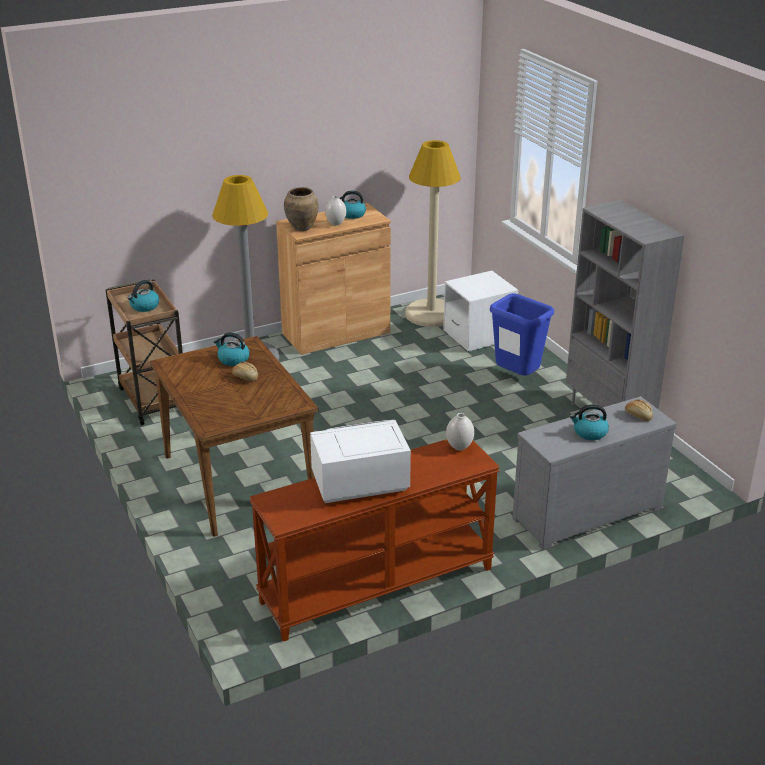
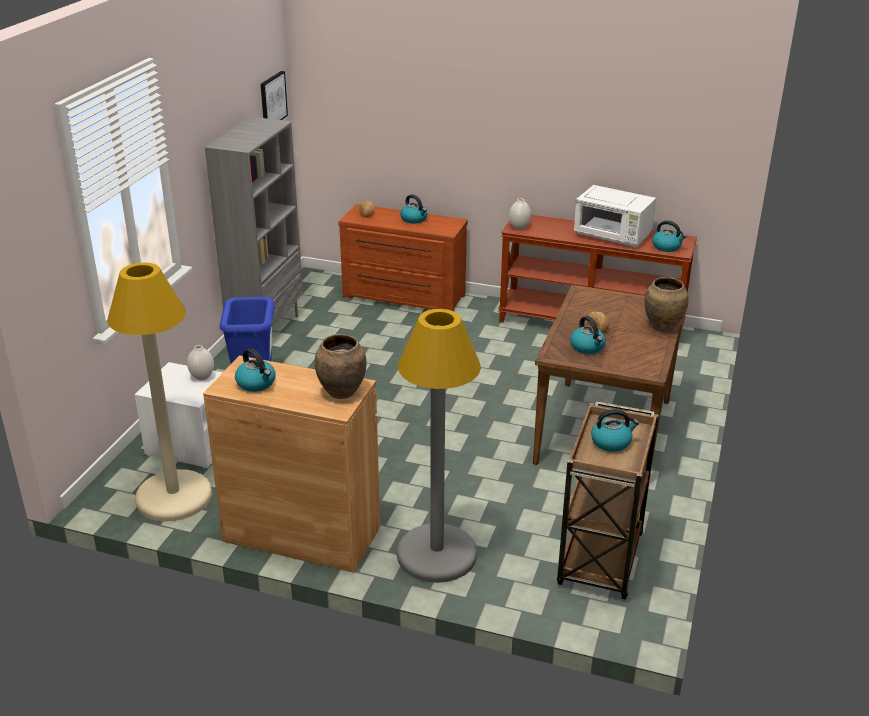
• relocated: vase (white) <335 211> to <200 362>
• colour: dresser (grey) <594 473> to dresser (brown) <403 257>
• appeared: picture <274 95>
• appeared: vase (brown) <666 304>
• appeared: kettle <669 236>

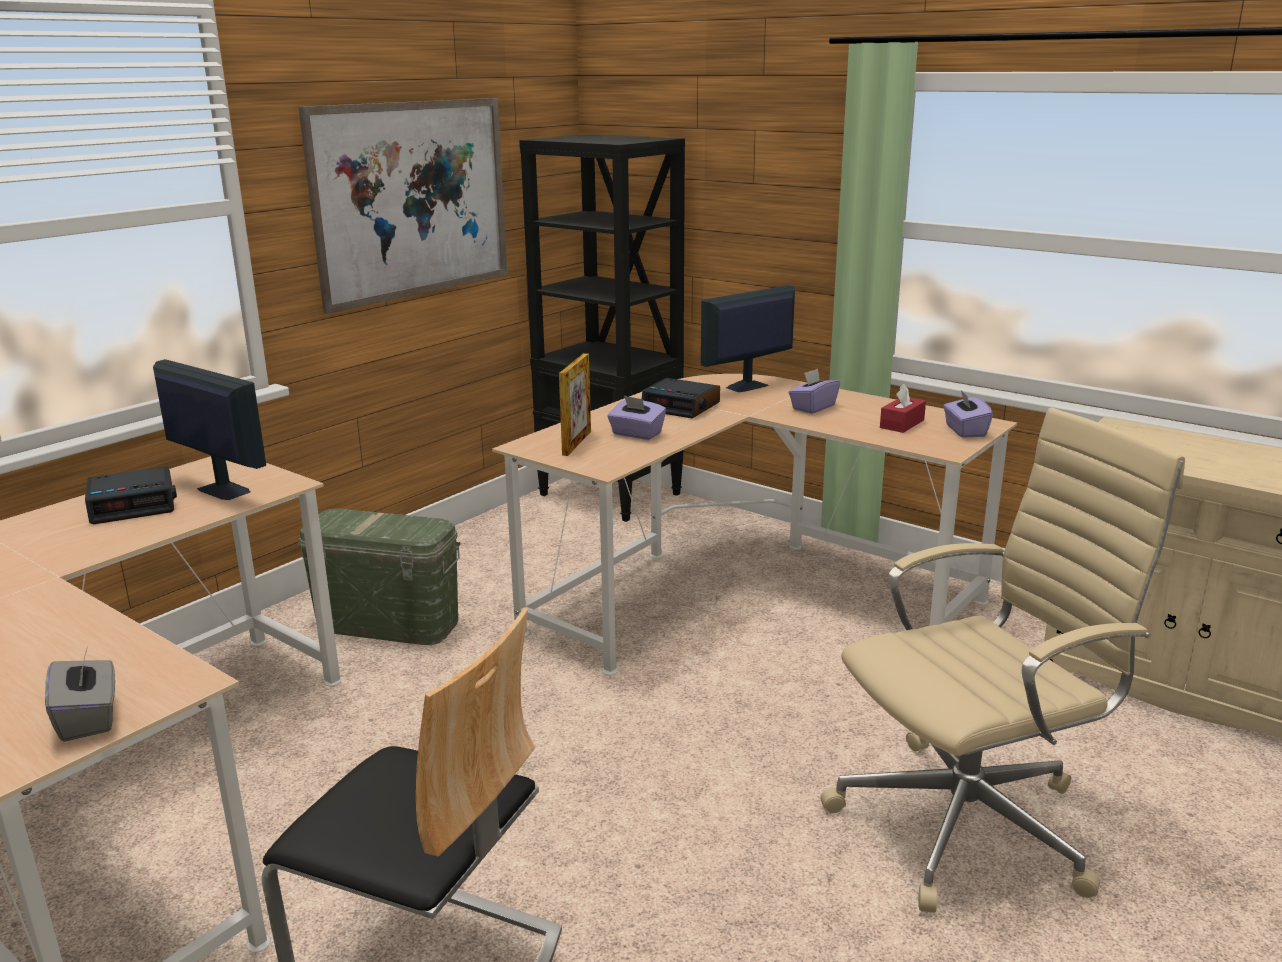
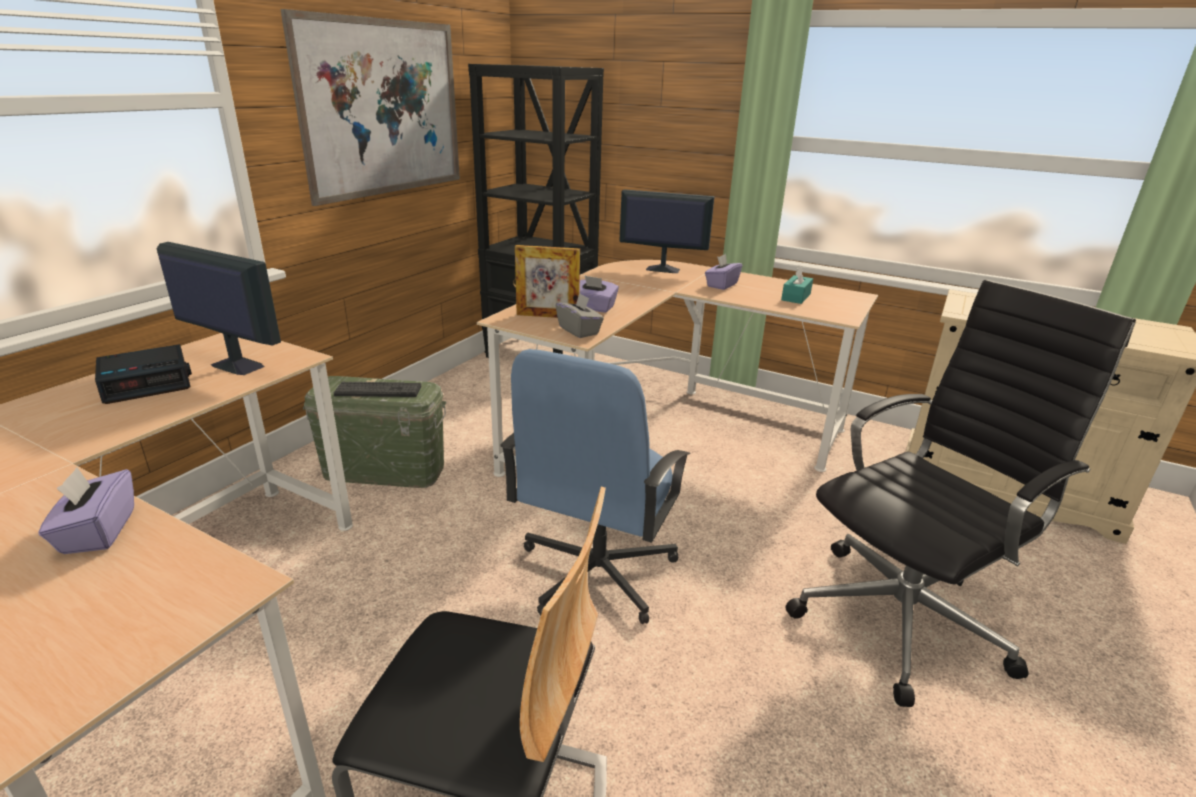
• relocated: tissue box (grey) <80 695> to <579 315>
• spun: picture frame <575 404> = <547 281> 90 degrees clockwise
• missing: alarm clock <681 398>
• spun: monitor <748 338> = <666 231> 60 degrees clockwise
• colour: office chair (beige) <1002 660> to office chair (black) <960 493>
• colour: tissue box (red) <903 408> to tissue box (turquoise) <797 284>
• relocated: tissue box (purple) <968 414> to <86 510>
• appeared: keyboard <377 389>
• appeared: office chair (blue) <595 486>

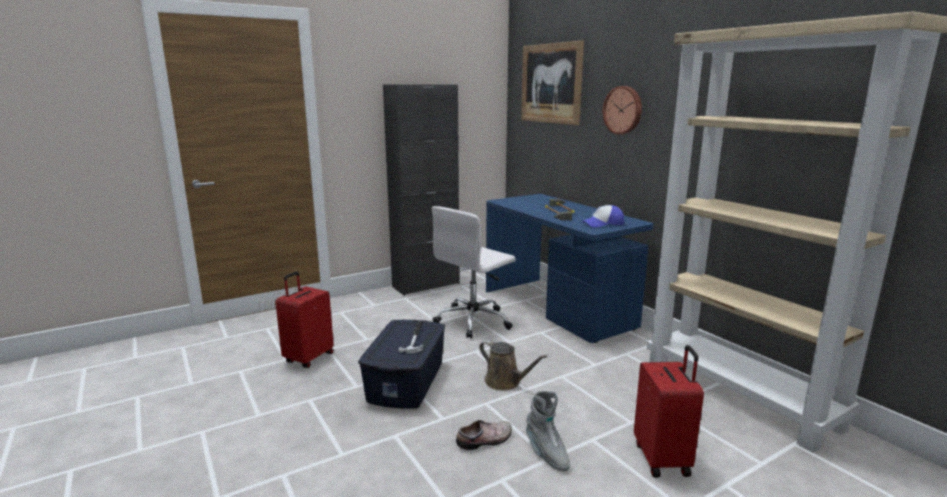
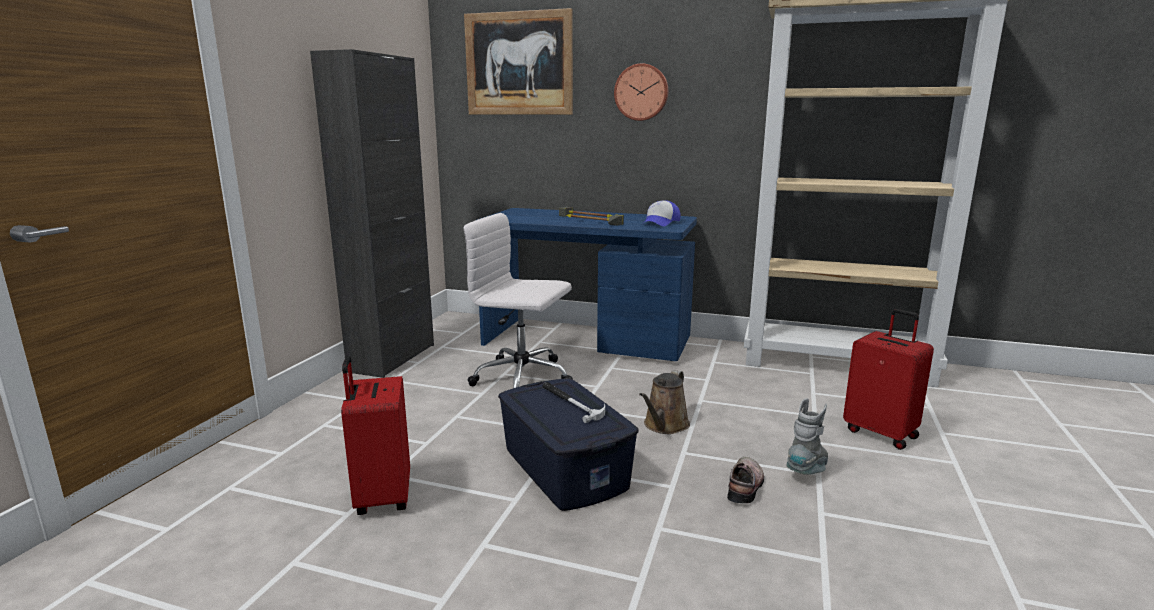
• spun: office chair (white) <474 272> = <518 300> 105 degrees clockwise
• spun: watering can (brown) <513 365> = <664 402> 120 degrees clockwise
• spun: boot (grey) <548 431> = <807 436> 75 degrees counterclockwise

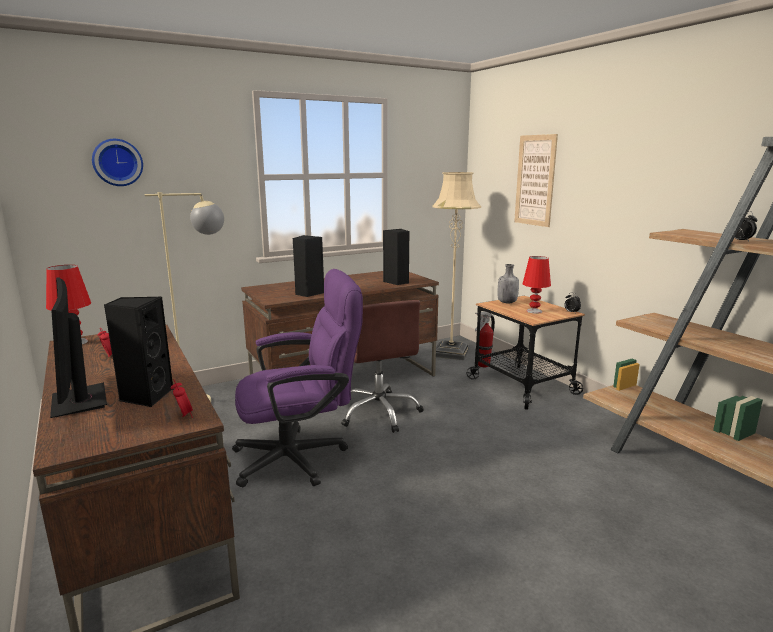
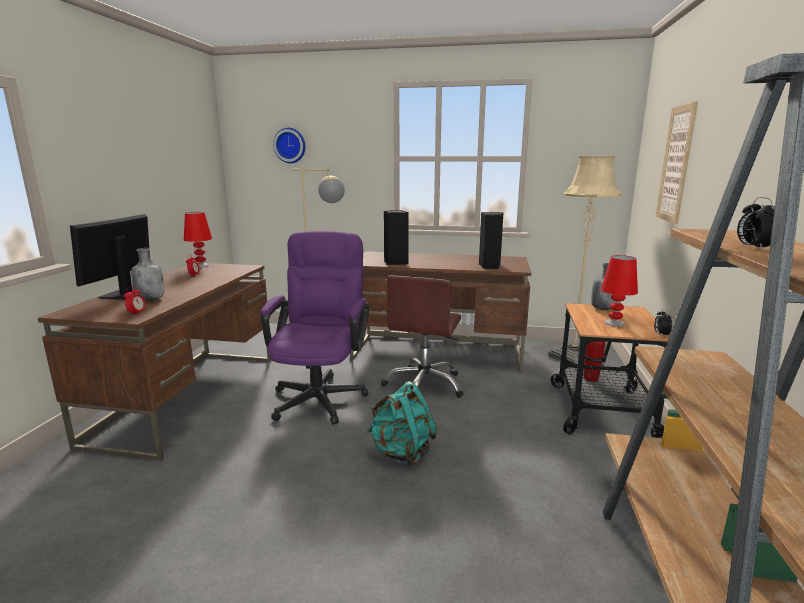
• exchanged: speaker (black) <138 351> to bottle (grey) <148 274>
• spun: office chair (purple) <297 378> = <315 328> 105 degrees counterclockwise
• appeared: backpack (turquoise) <402 423>

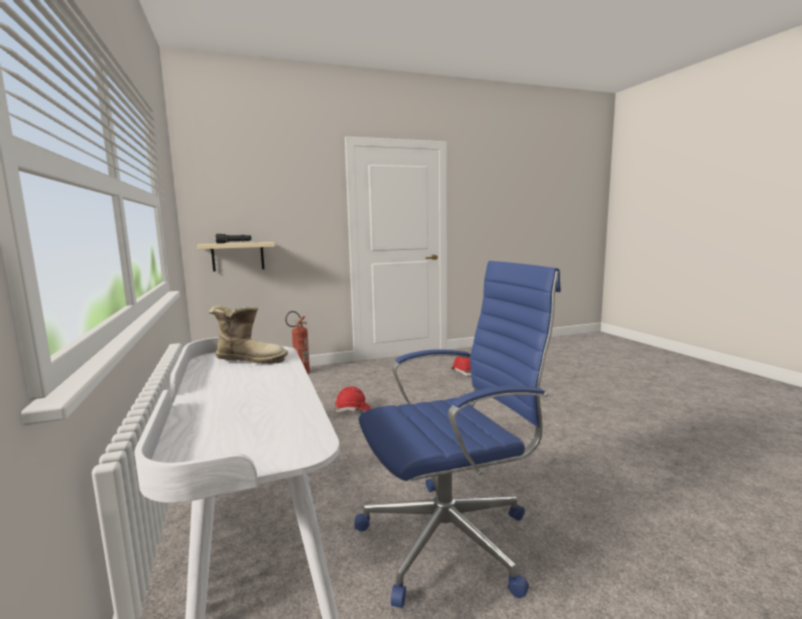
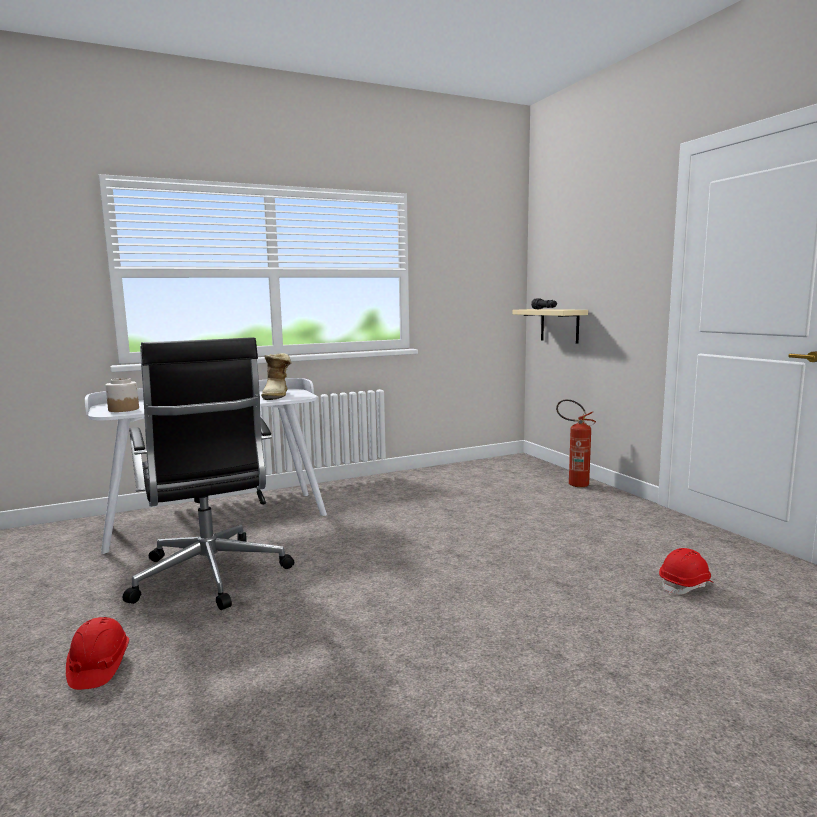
• relocated: hard hat (red) <353 399> to <97 653>
• colour: office chair (blue) <457 434> to office chair (black) <208 473>
• appeared: jar <122 395>

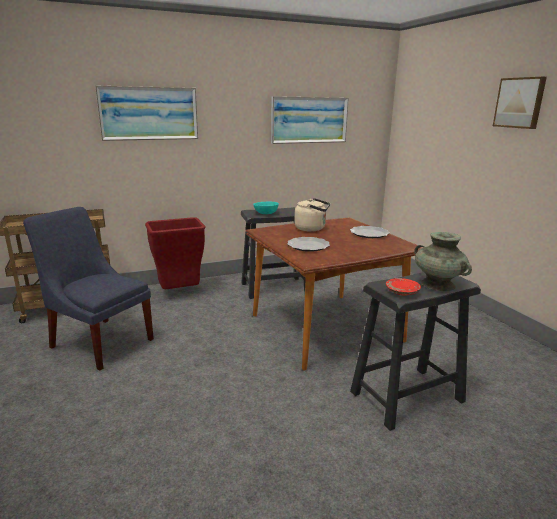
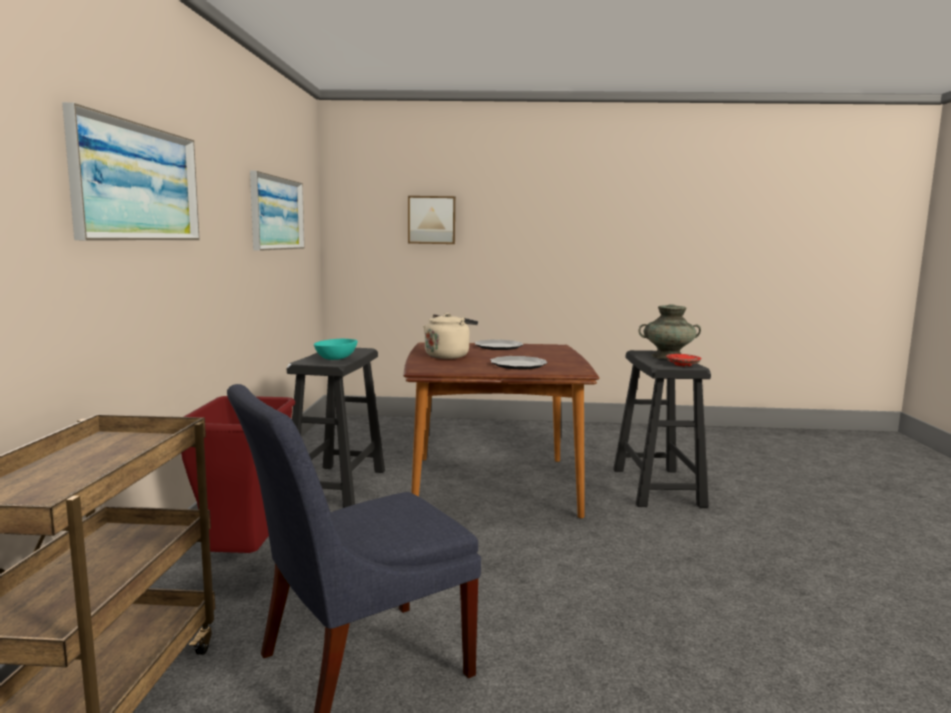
• relocated: picture <520 103> to <432 220>

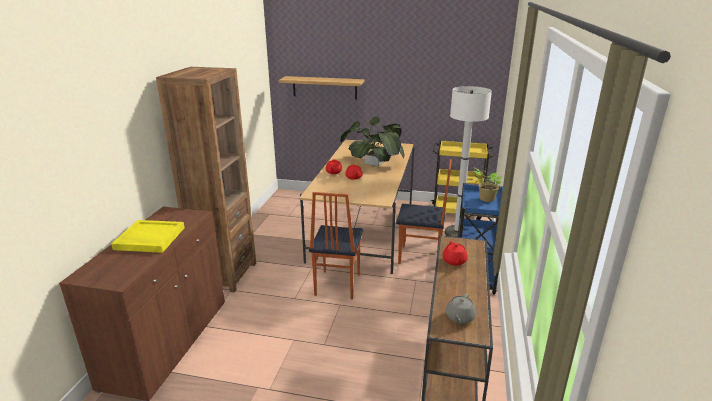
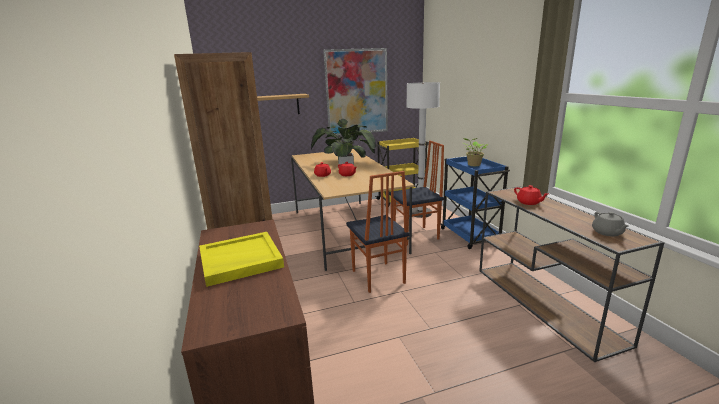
• appeared: picture <355 92>

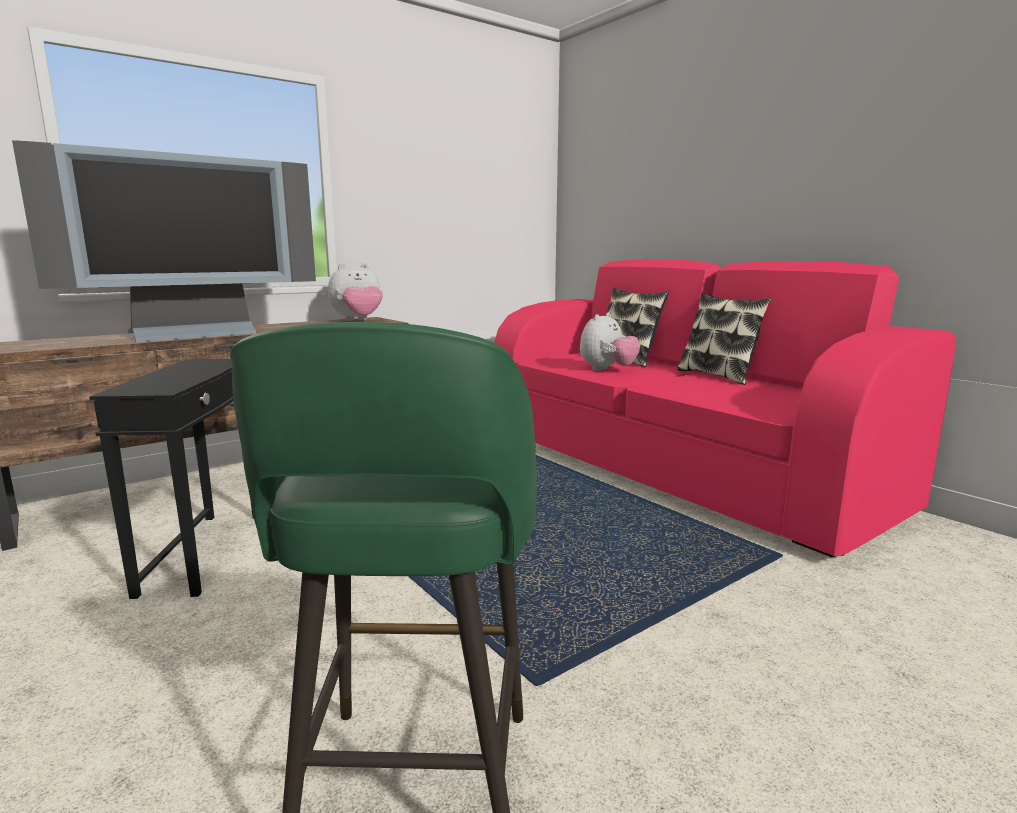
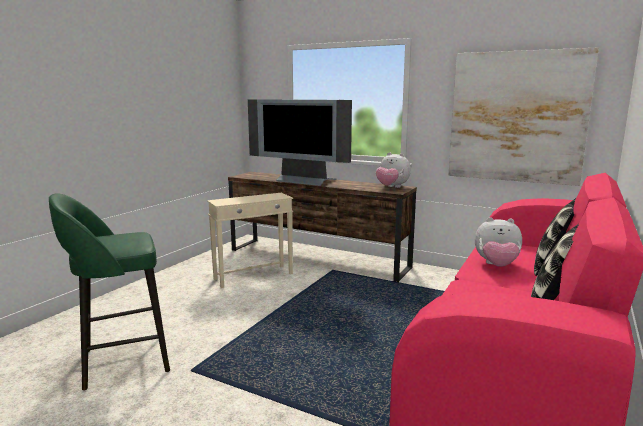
• colour: side table (black) <171 479> to side table (beige) <250 240>
• appeared: picture <523 116>

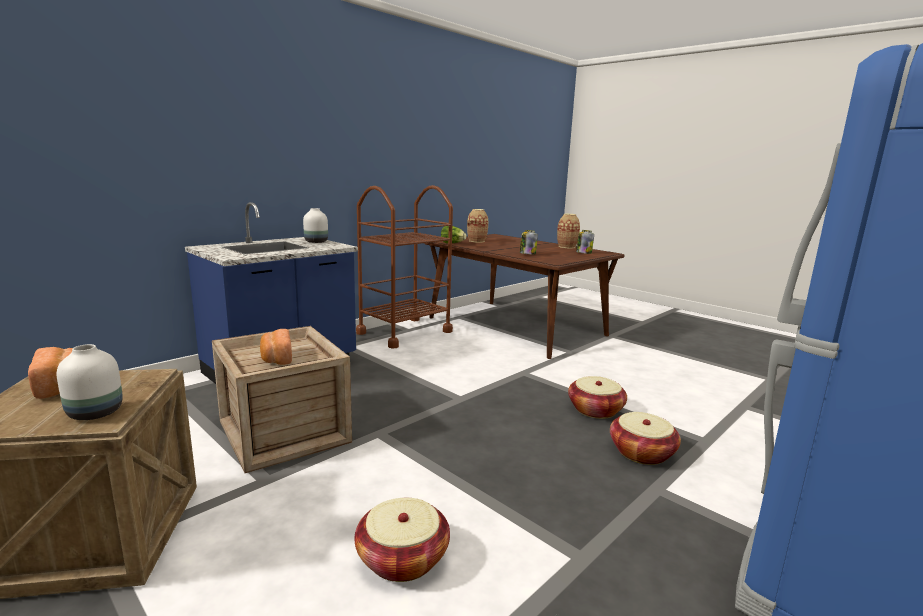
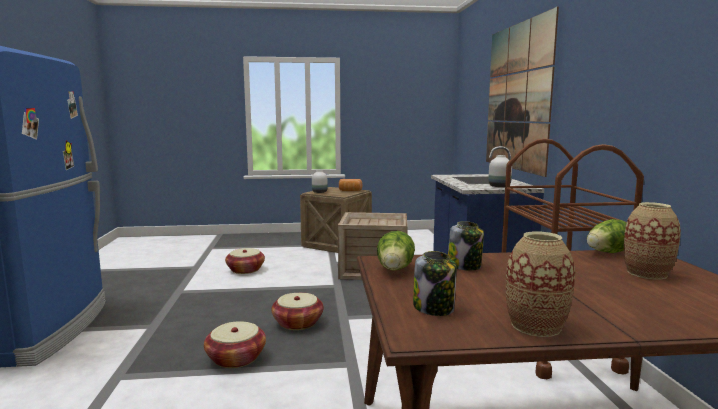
• missing: bread <276 347>
• relocated: basket <645 438> to <297 311>
• appeared: lettuce <396 251>
• appeared: picture <522 92>

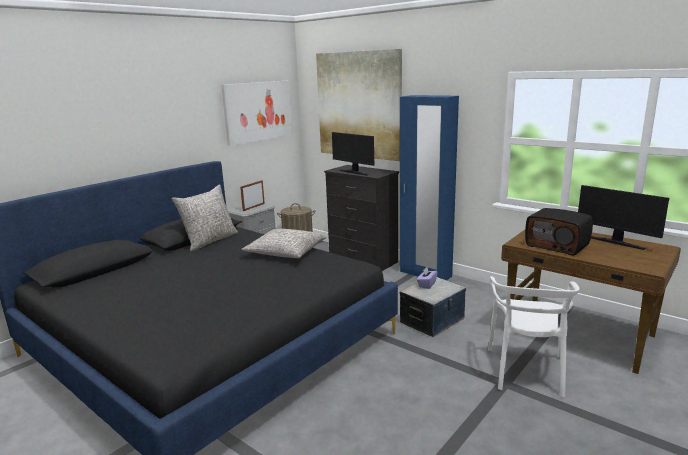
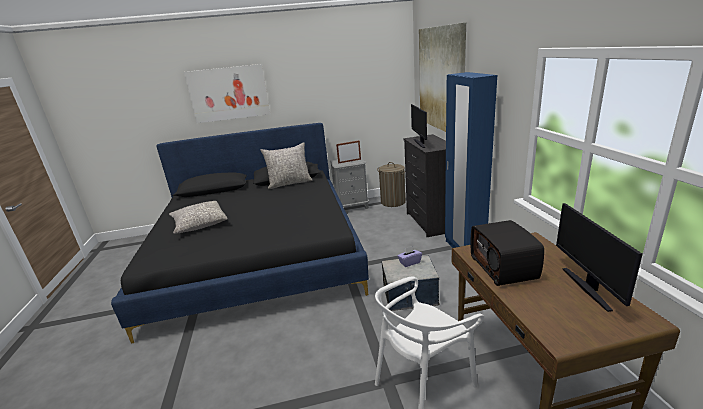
• relocated: picture <257 113> to <227 93>
• relocated: pillow (grey) <283 243> to <198 217>

